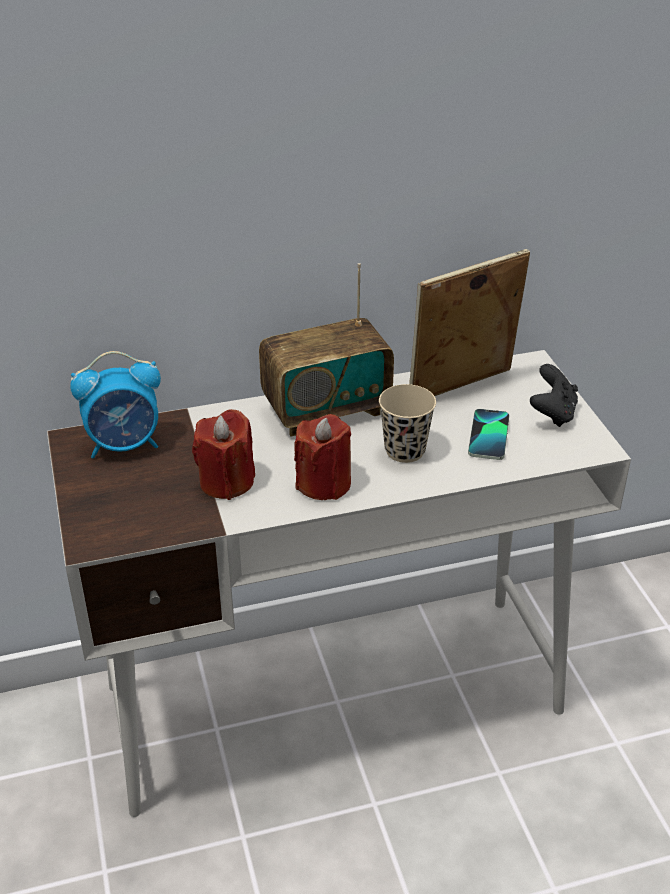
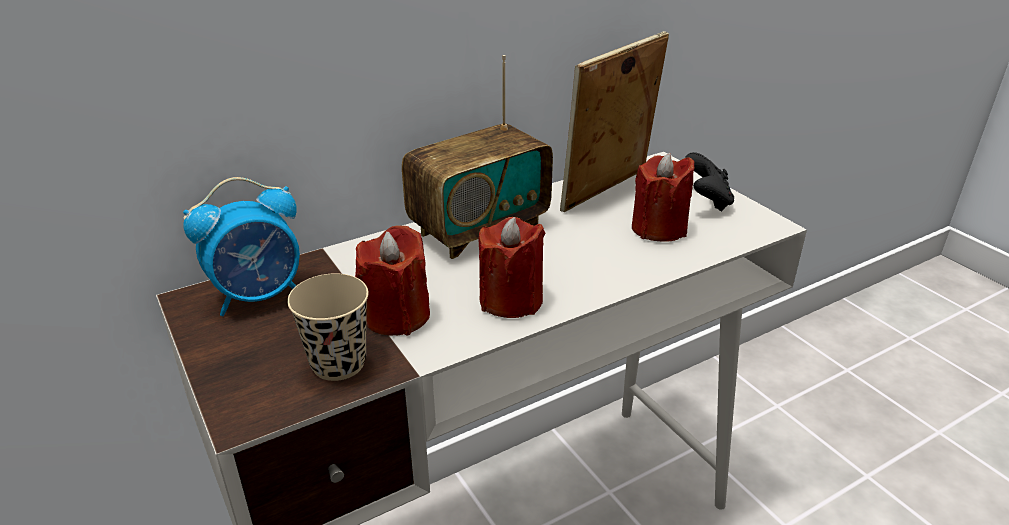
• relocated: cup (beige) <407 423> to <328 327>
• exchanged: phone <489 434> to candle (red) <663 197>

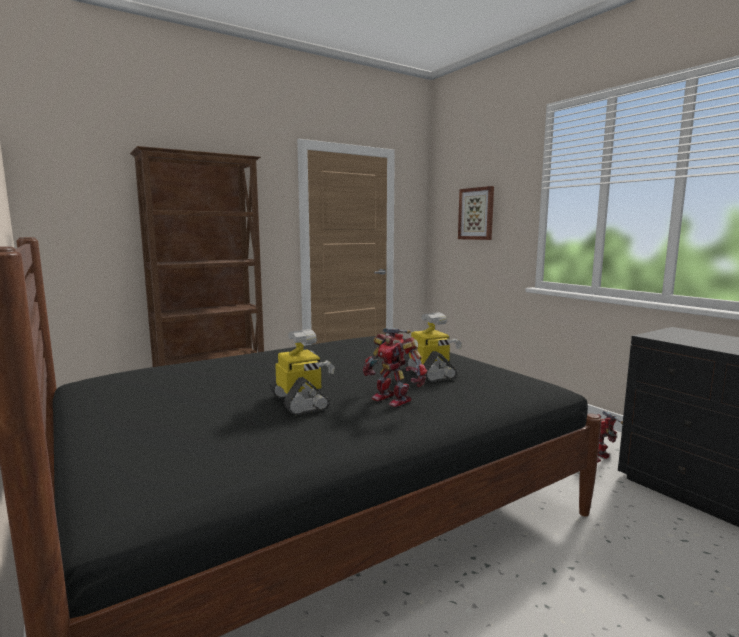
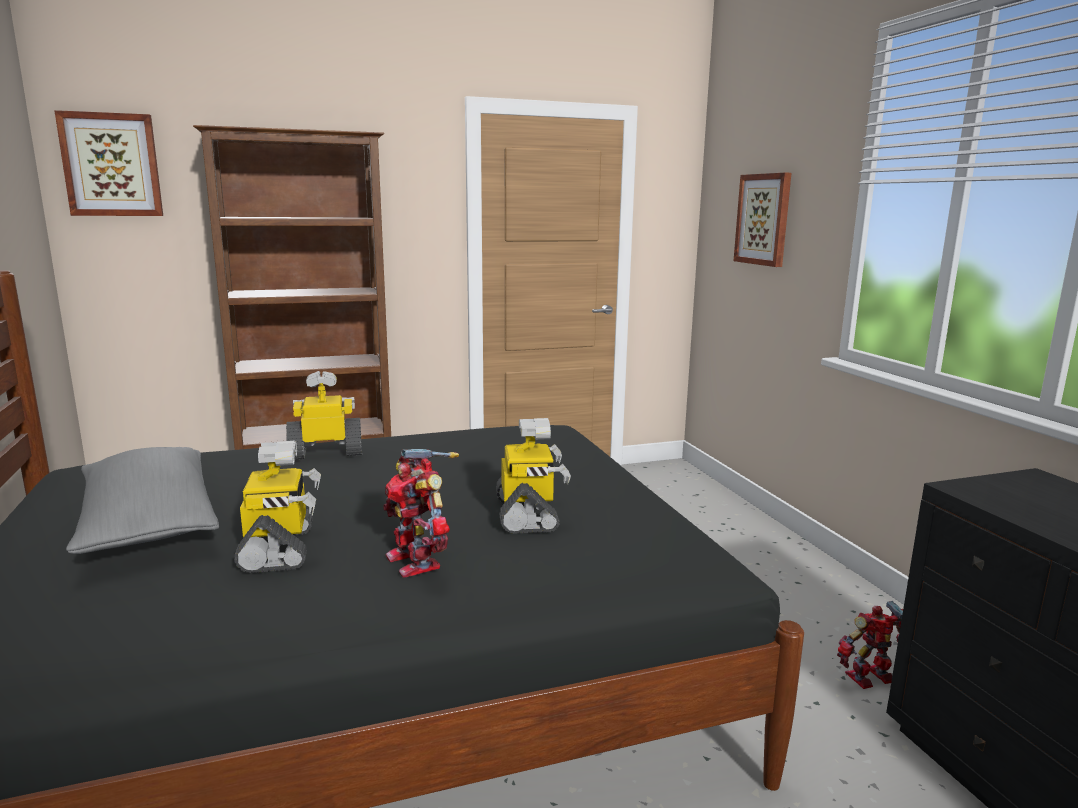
• appeared: picture <108 163>
• appeared: pillow (grey) <142 500>
• appeared: toy robot <324 415>

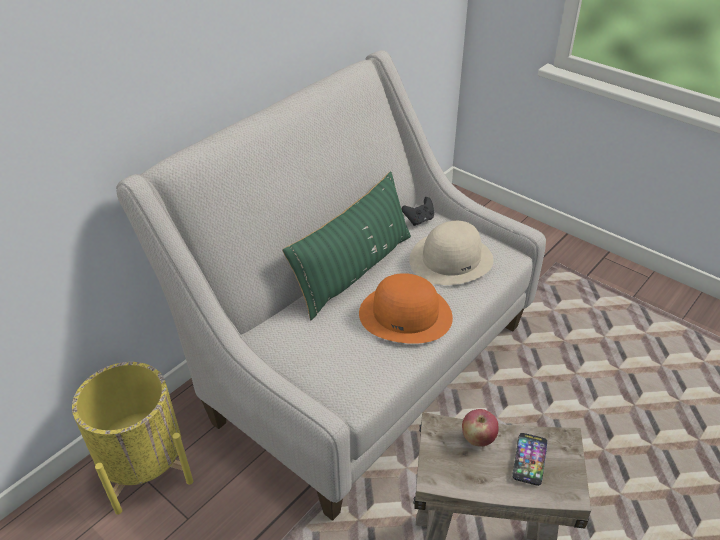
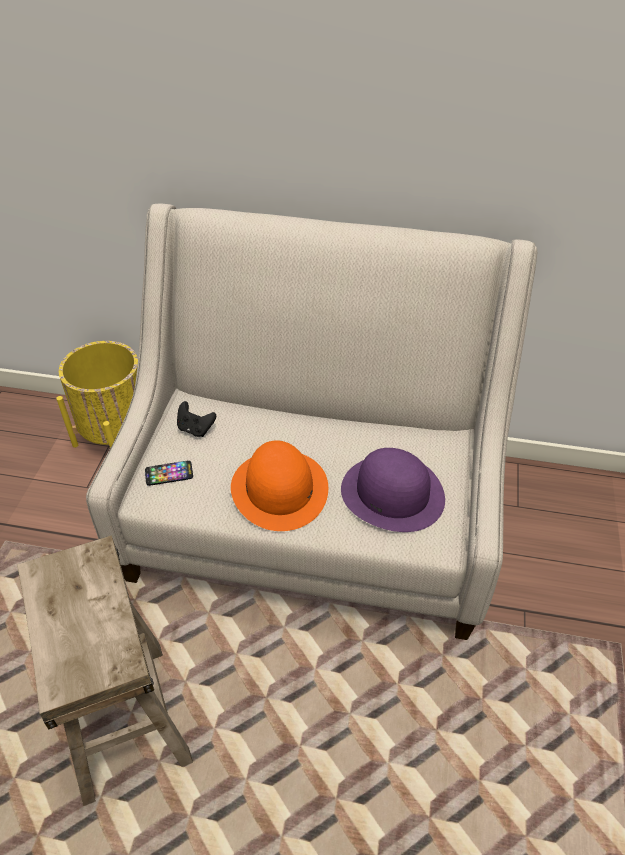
• missing: pillow (green) <346 245>
• relocated: game controller (black) <418 211> to <196 419>
• colour: hat (beige) <451 253> to hat (purple) <393 490>
• missing: apple <480 428>
• relocated: phone <529 459> to <169 473>

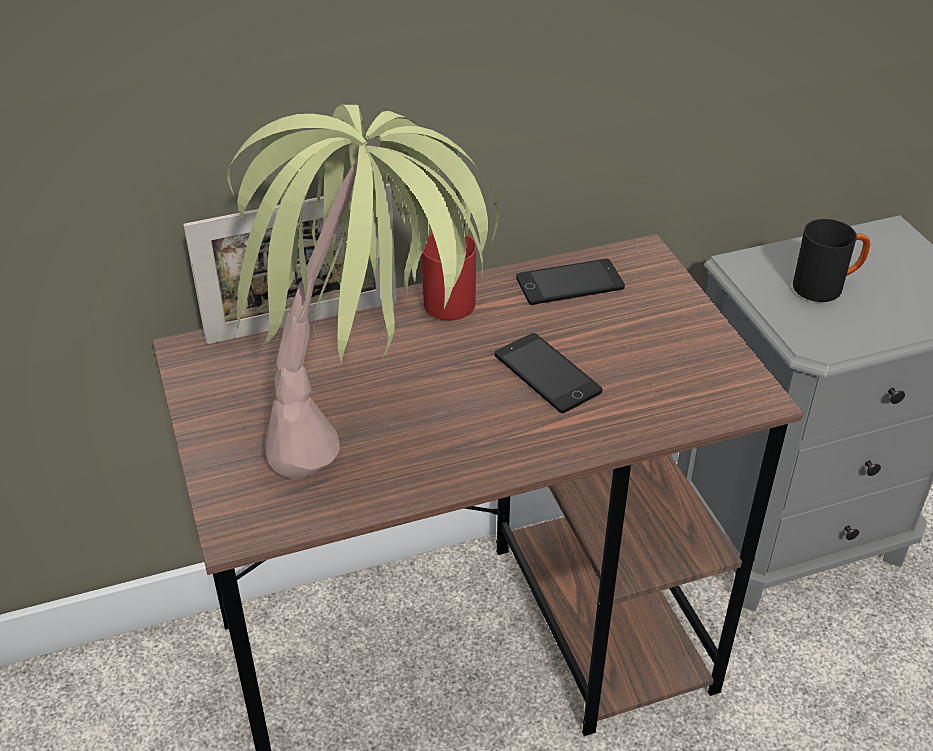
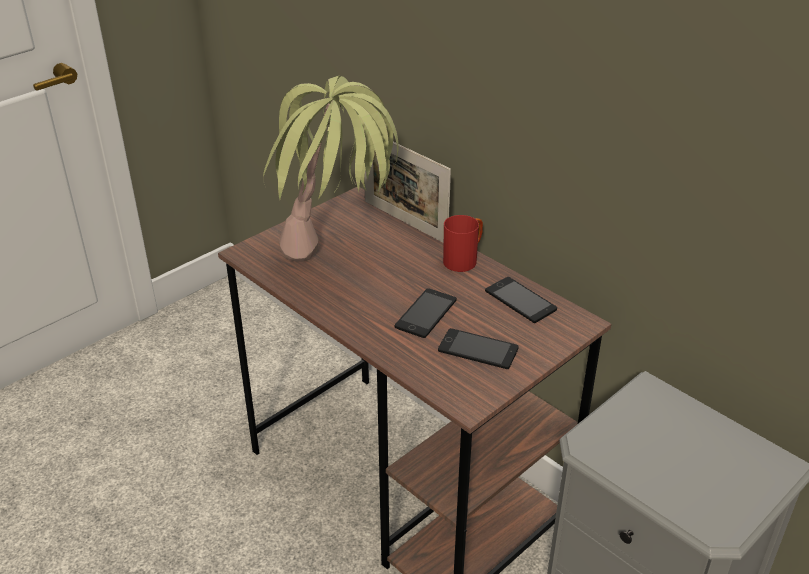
• missing: mug (black) <831 260>
• appeared: phone <478 348>

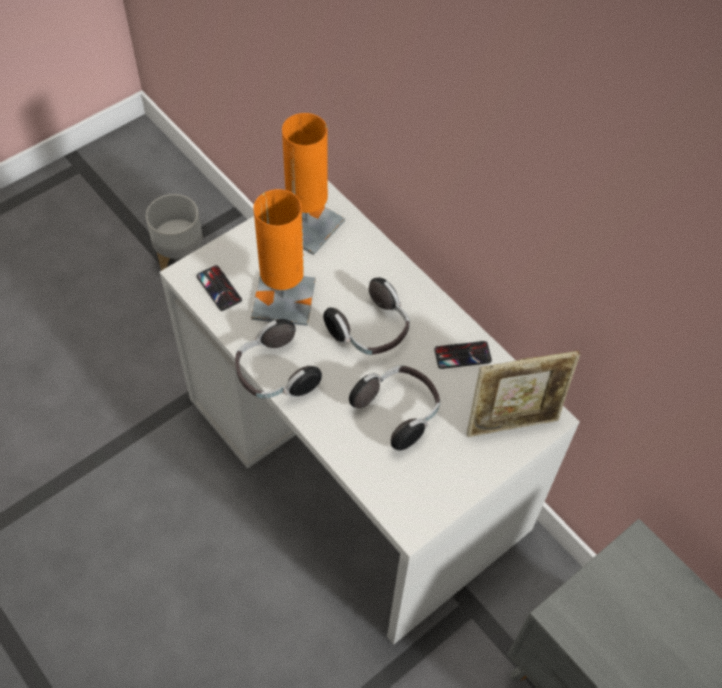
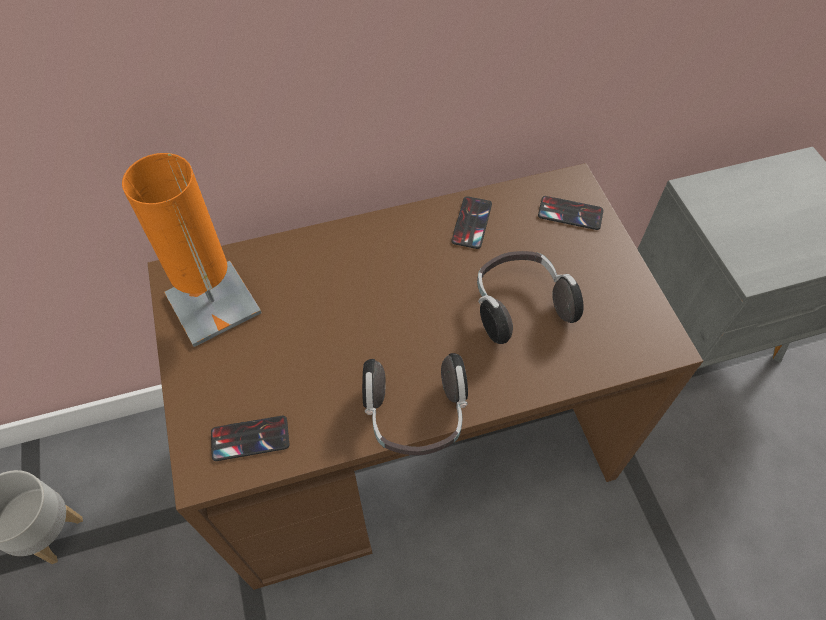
• colour: desk (white) <370 413> to desk (brown) <425 376>
• missing: table lamp (orange) <283 257>
• missing: headphones <366 316>
• exchanged: picture frame <523 394> to phone <570 213>

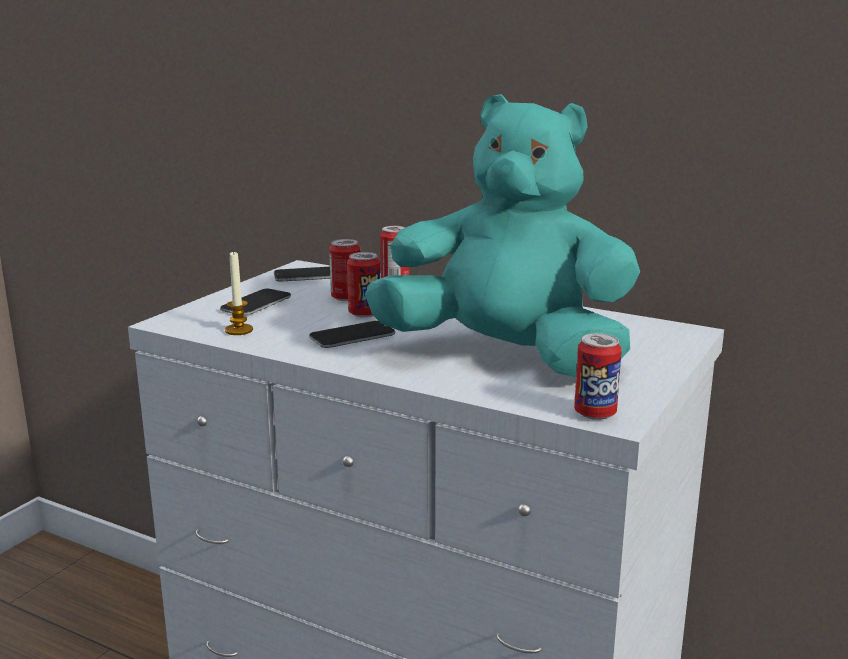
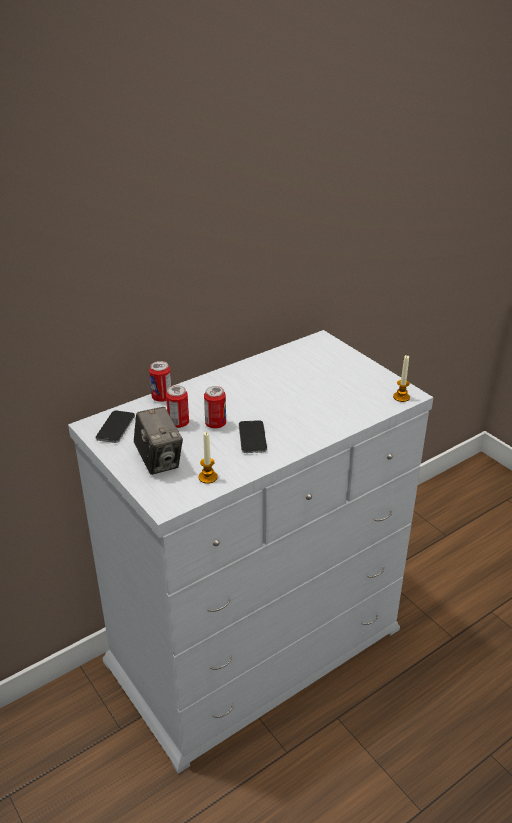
• exchanged: phone <255 302> to photo camera <158 441>
• missing: plush toy (turquoise) <502 235>
• exchanged: can <598 376> to candle <401 378>

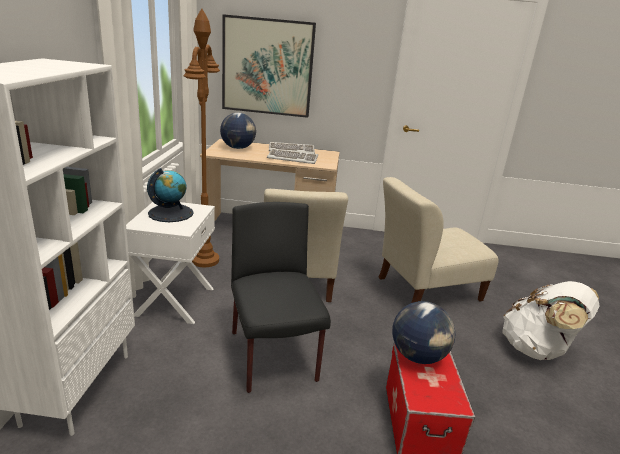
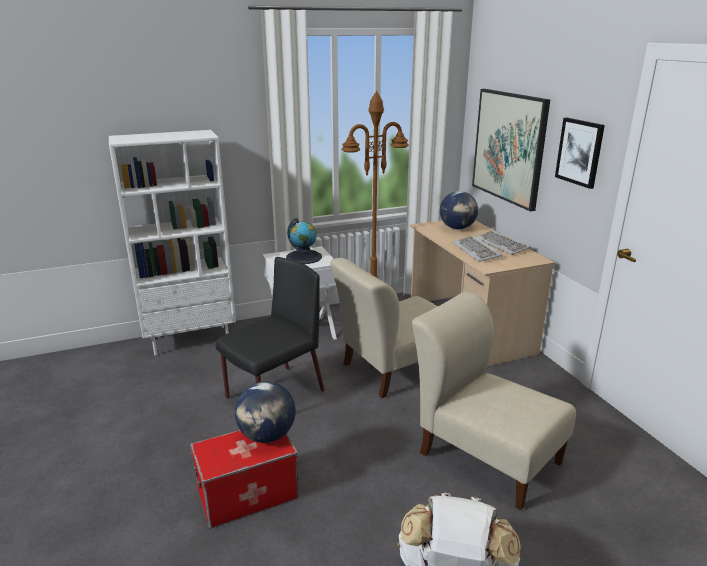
• appeared: picture <580 153>

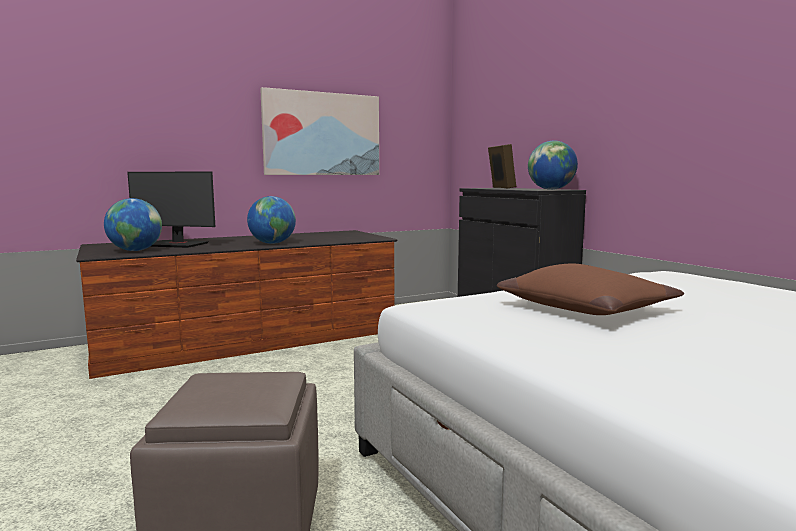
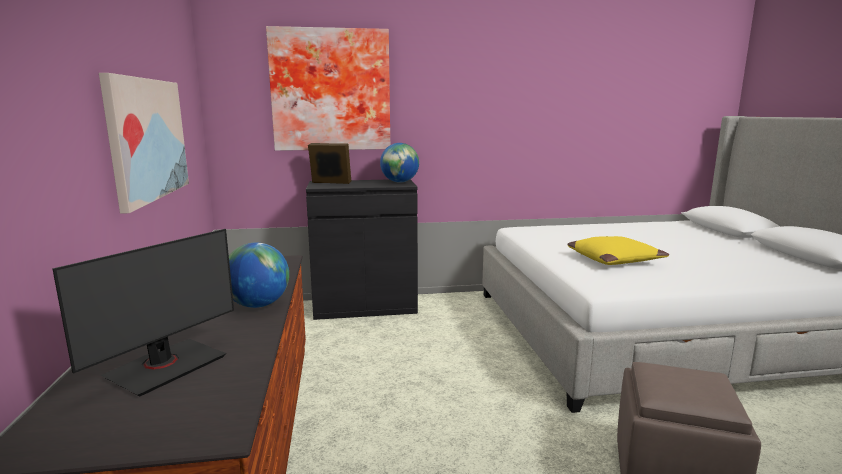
• missing: globe <133 224>
• colour: pillow (brown) <590 289> to pillow (yellow) <618 250>
• appeared: picture <328 88>

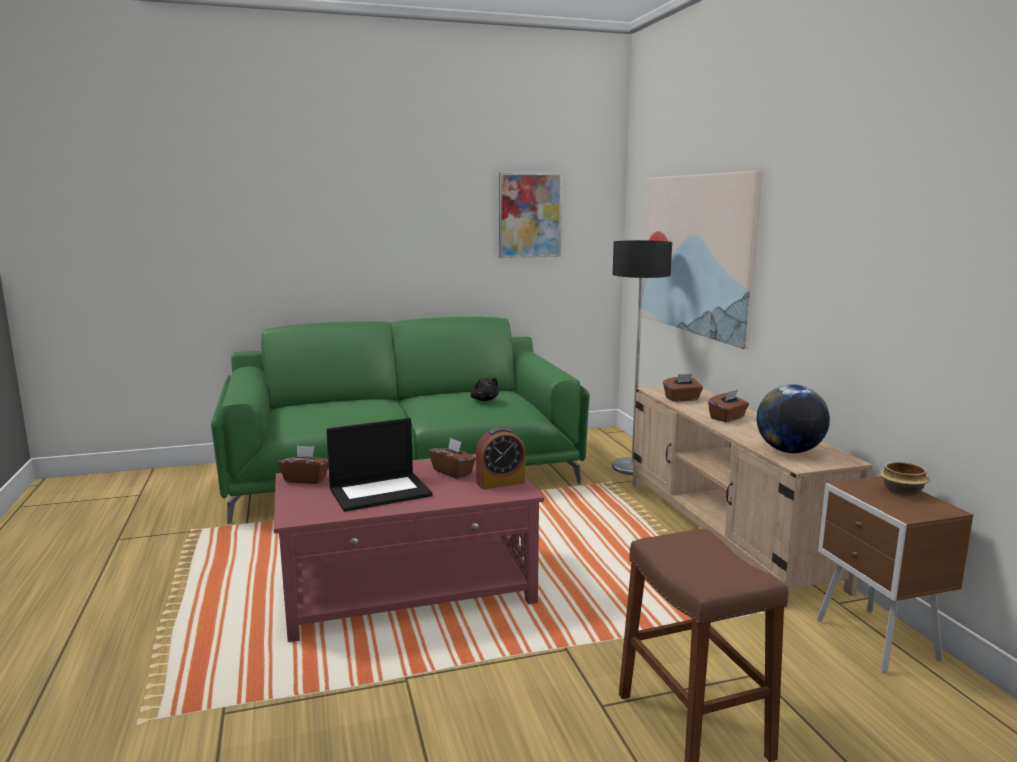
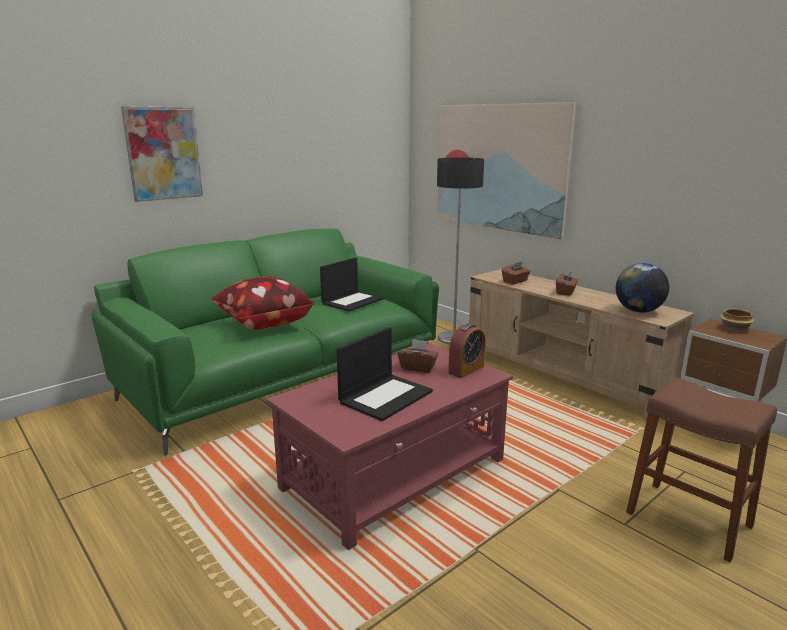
• missing: tissue box (brown) <303 464>
• exchanged: plush toy (black) <484 389> to laptop <352 284>
• relocated: picture <530 215> to <162 154>
• appeared: pillow <262 303>

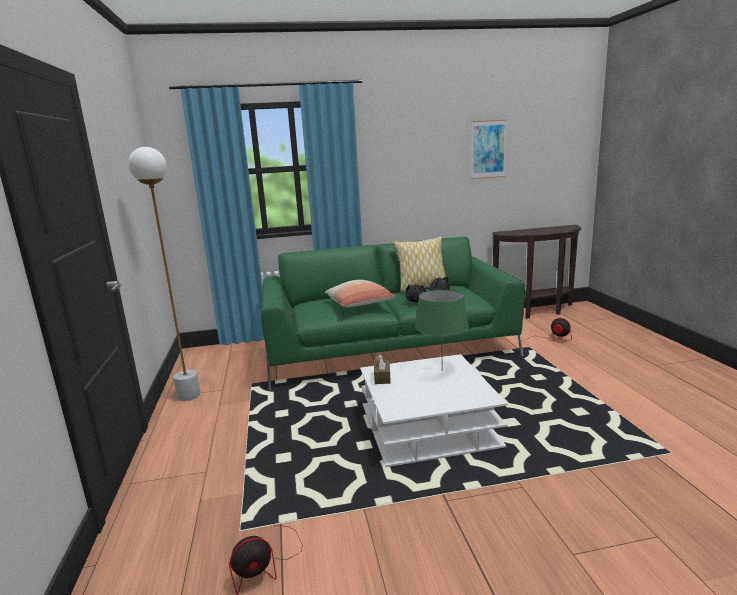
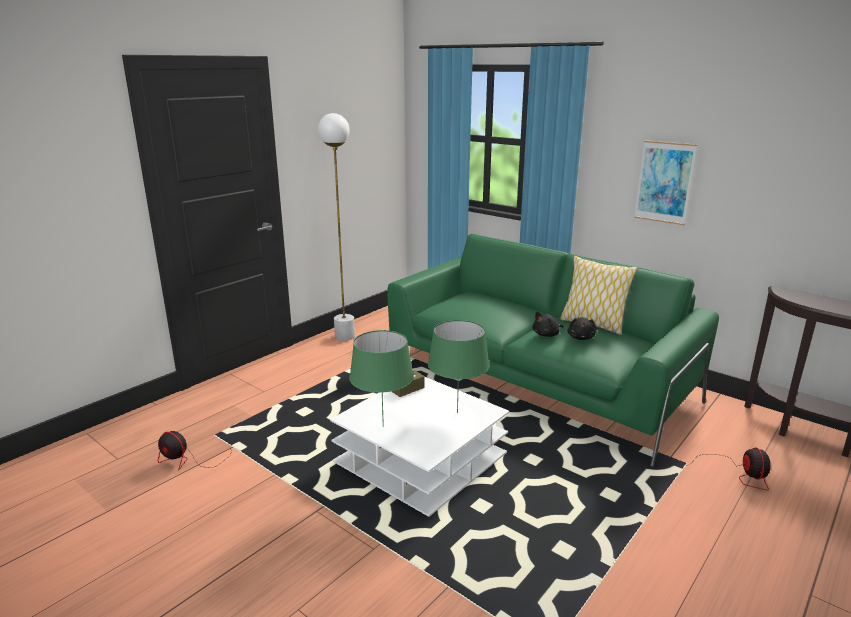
• missing: pillow <360 293>
• relocated: picture <489 149> to <665 183>
• appeared: table lamp (green) <381 378>

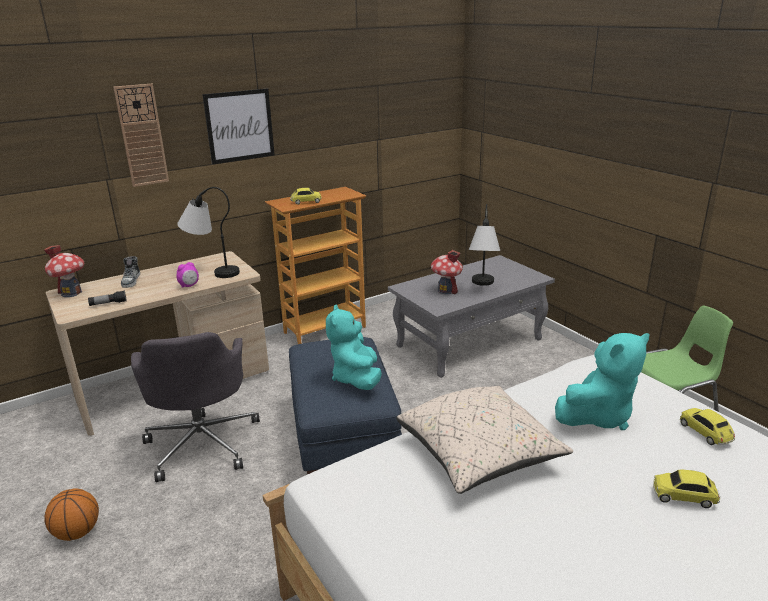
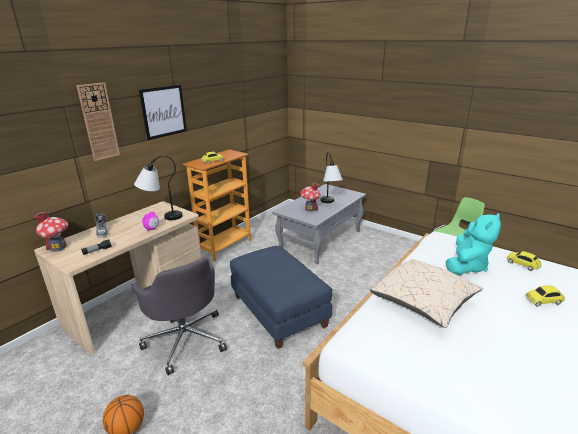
• missing: plush toy (turquoise) <354 347>

